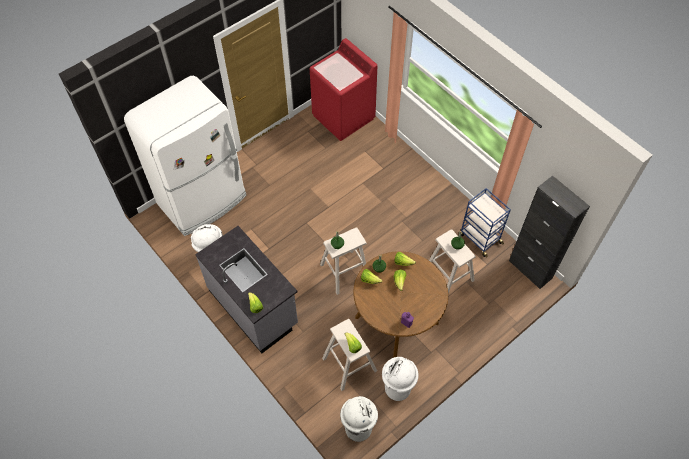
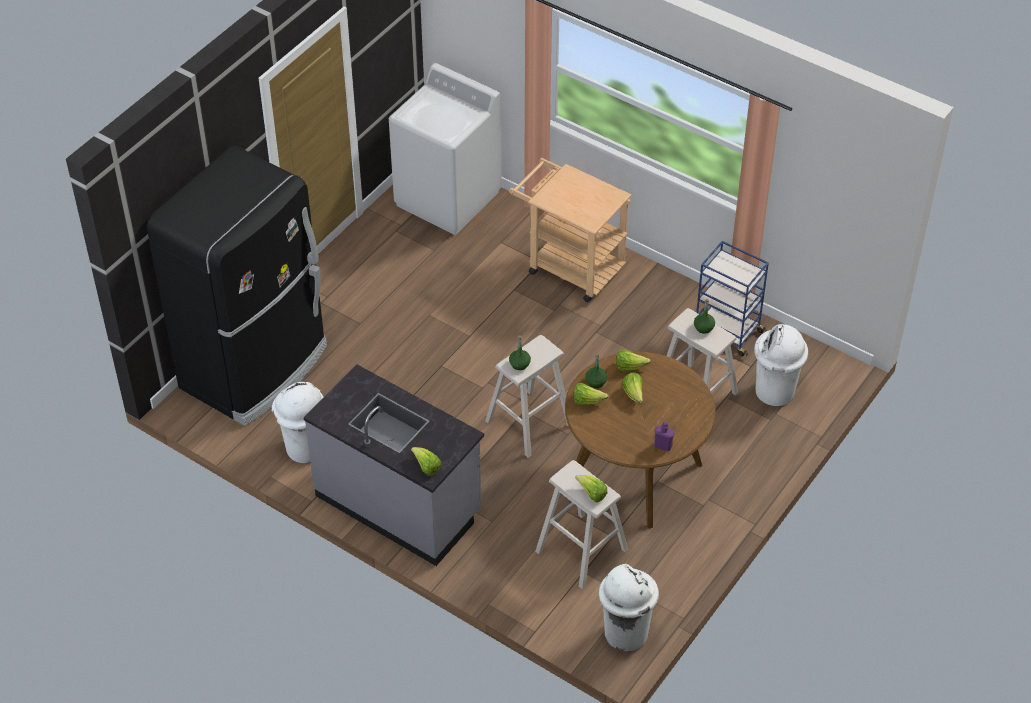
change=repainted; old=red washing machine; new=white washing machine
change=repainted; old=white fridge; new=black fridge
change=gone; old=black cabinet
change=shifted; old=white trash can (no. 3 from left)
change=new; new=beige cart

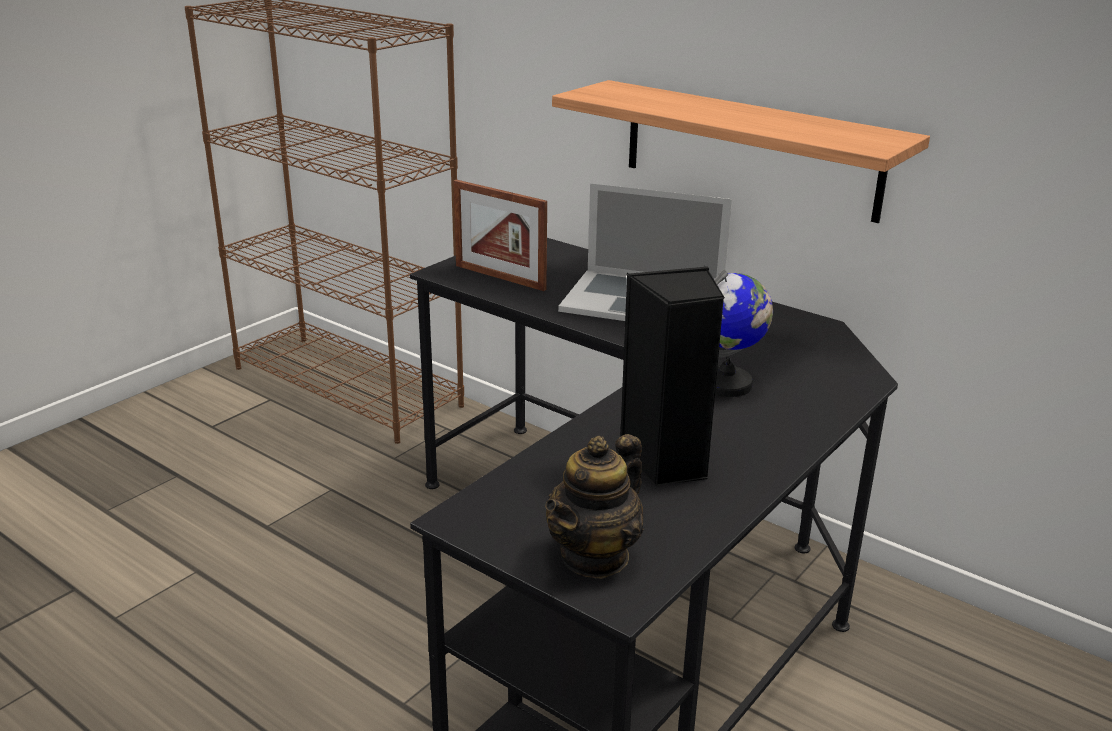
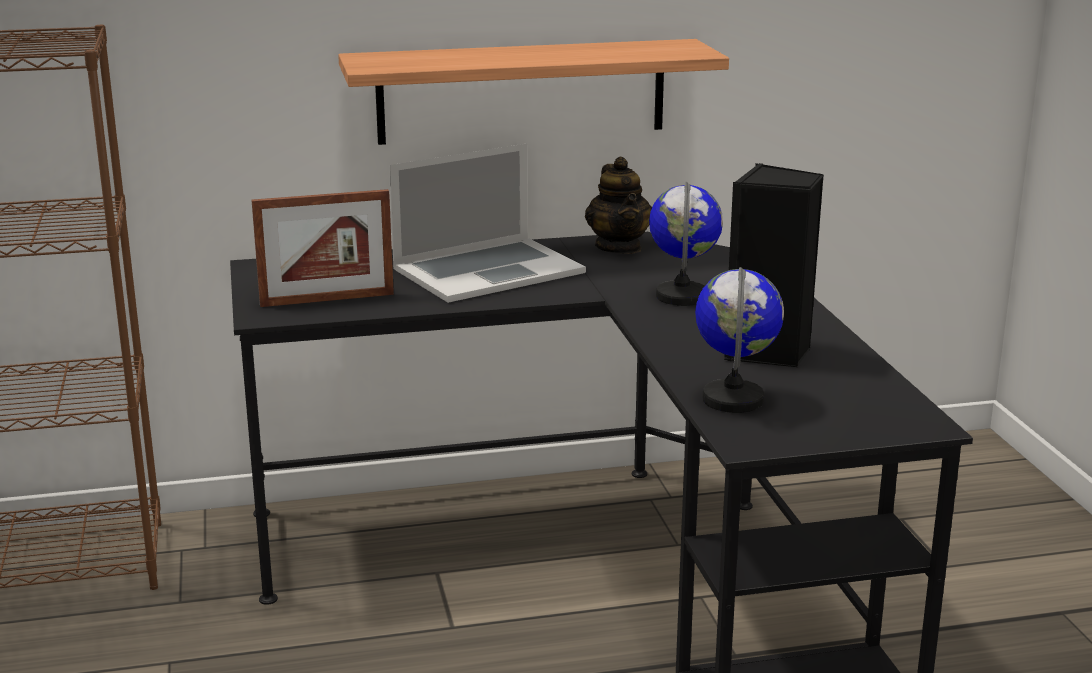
change=shifted; old=teapot
change=new; new=globe (no. 2 from left)

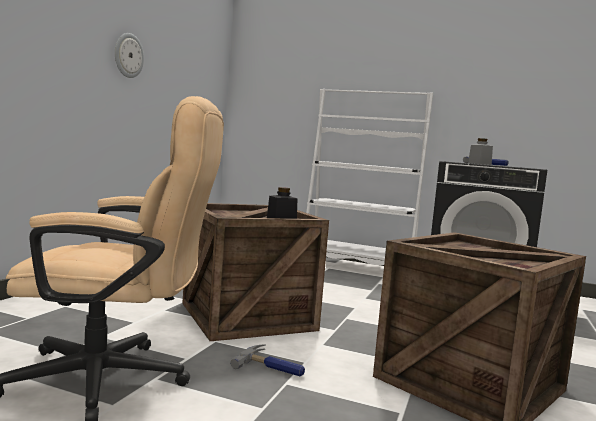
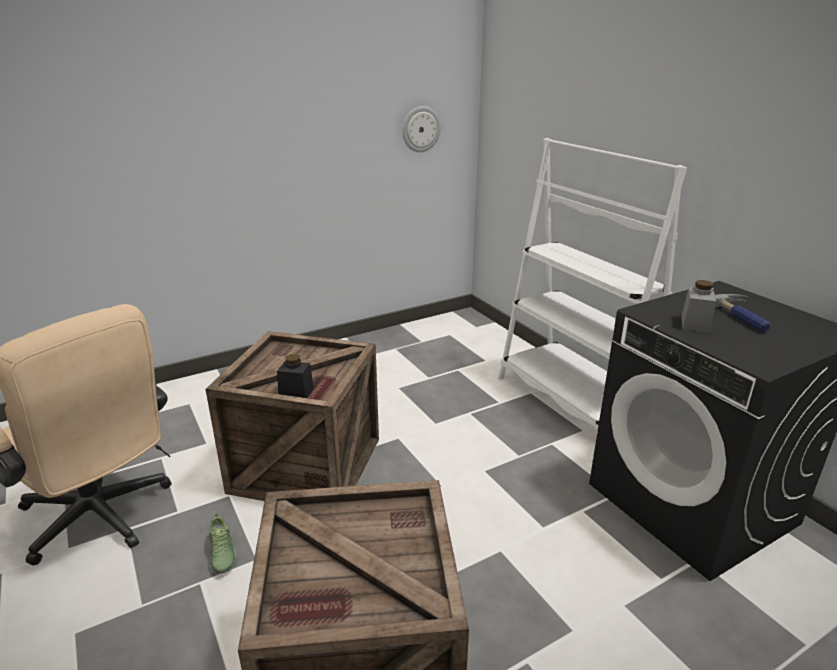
change=shifted; old=wall clock
change=swapped; old=hammer (no. 1 from left); new=shoe

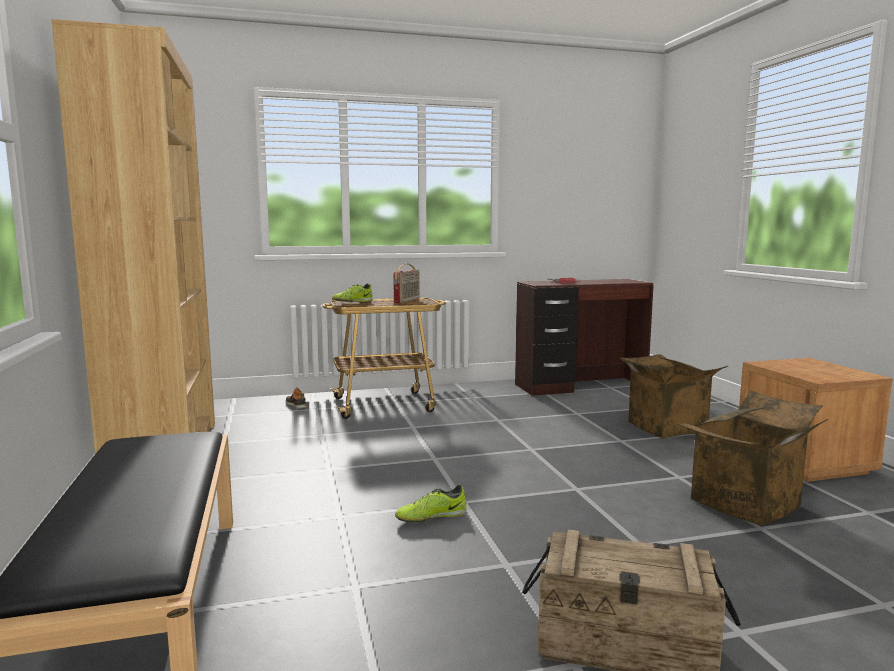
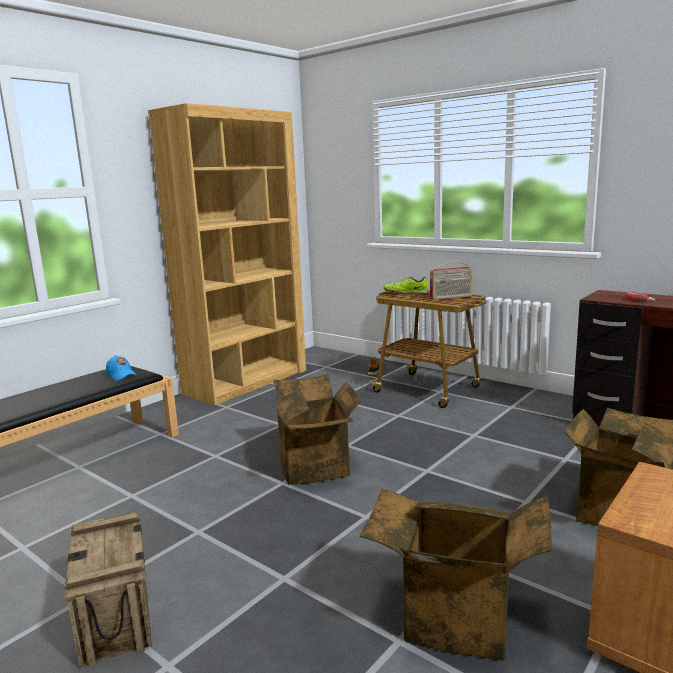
change=gone; old=shoe (no. 3 from left)
change=new; new=blue cap
change=new; new=cardboard box (no. 1 from left)

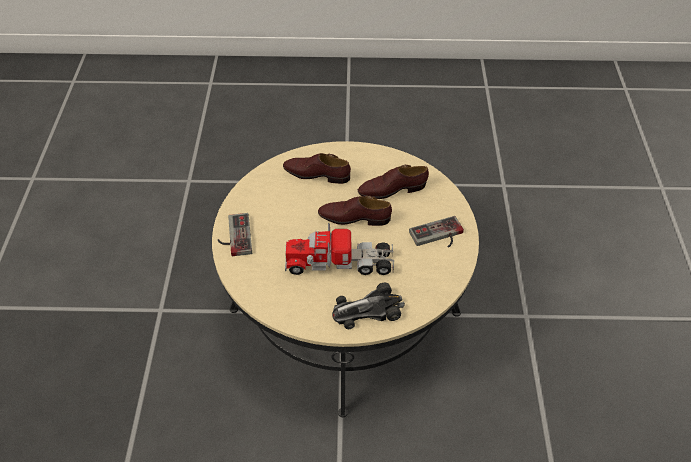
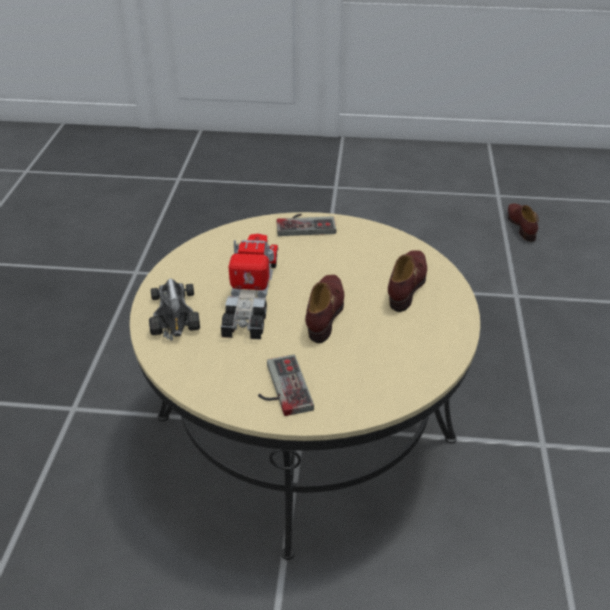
change=shifted; old=brown shoe (no. 3 from left)

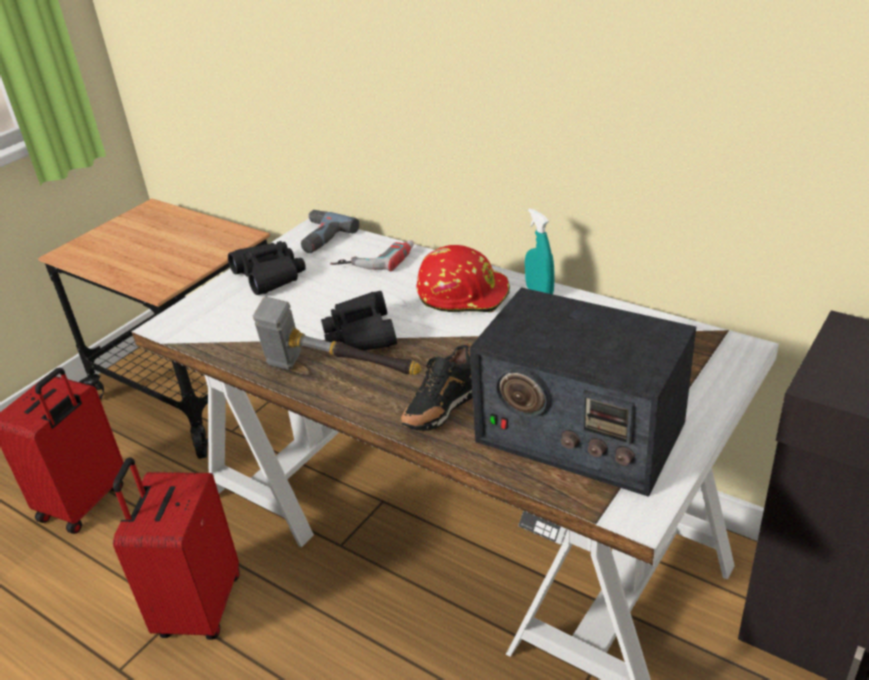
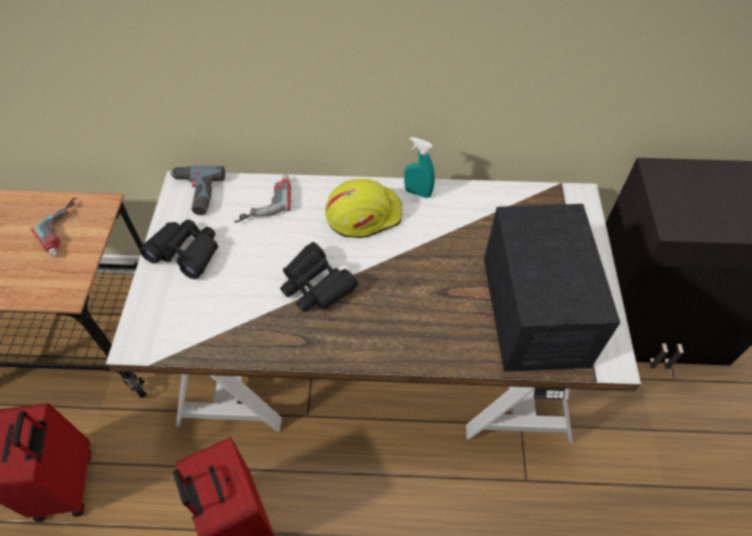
change=repainted; old=red hard hat; new=yellow hard hat
change=rotated; old=radio; degrees=-90
change=gone; old=hammer
change=gone; old=black shoe
change=new; new=power drill (no. 1 from left)

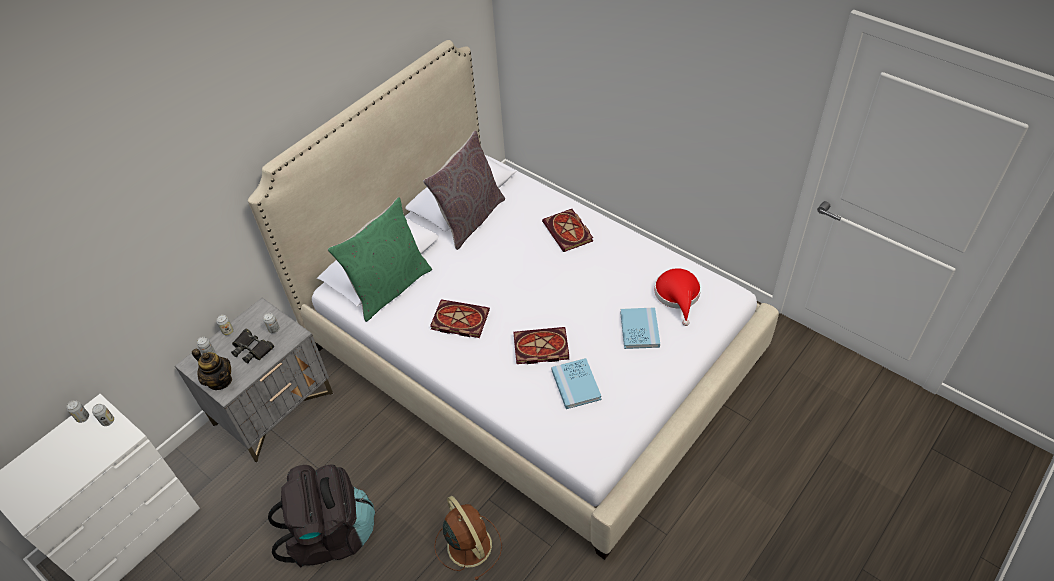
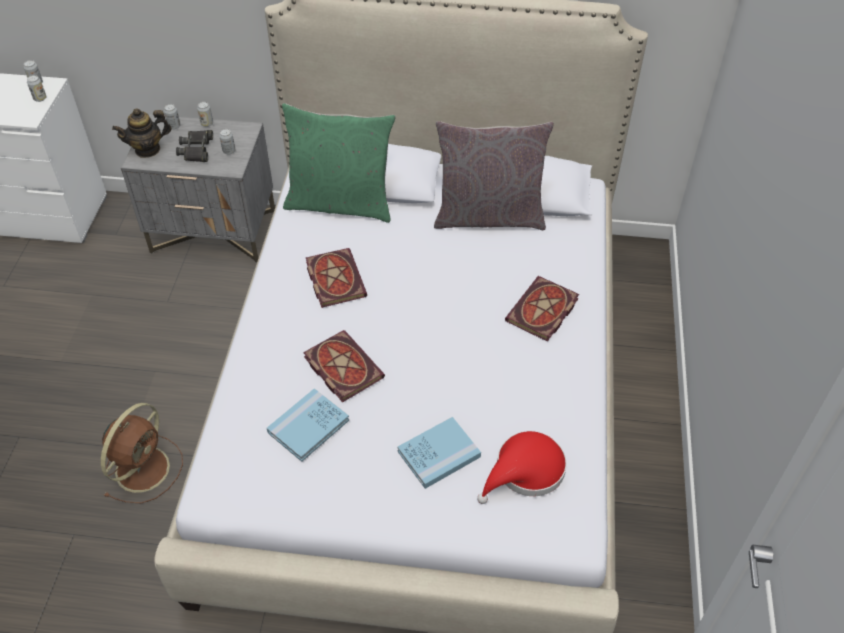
change=rotated; old=teapot; degrees=60
change=gone; old=black backpack

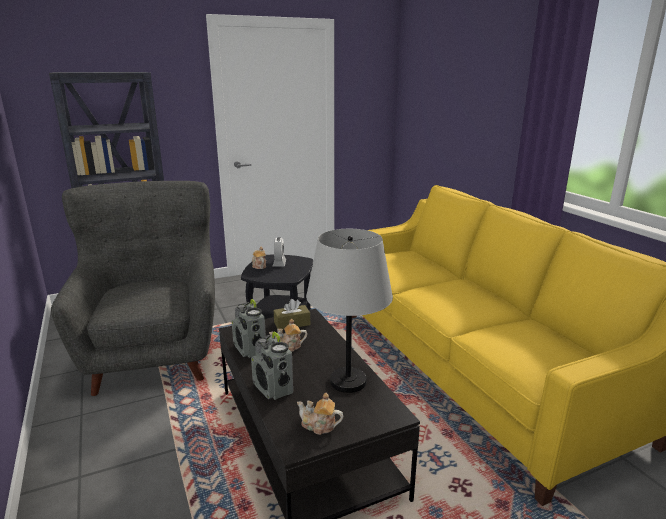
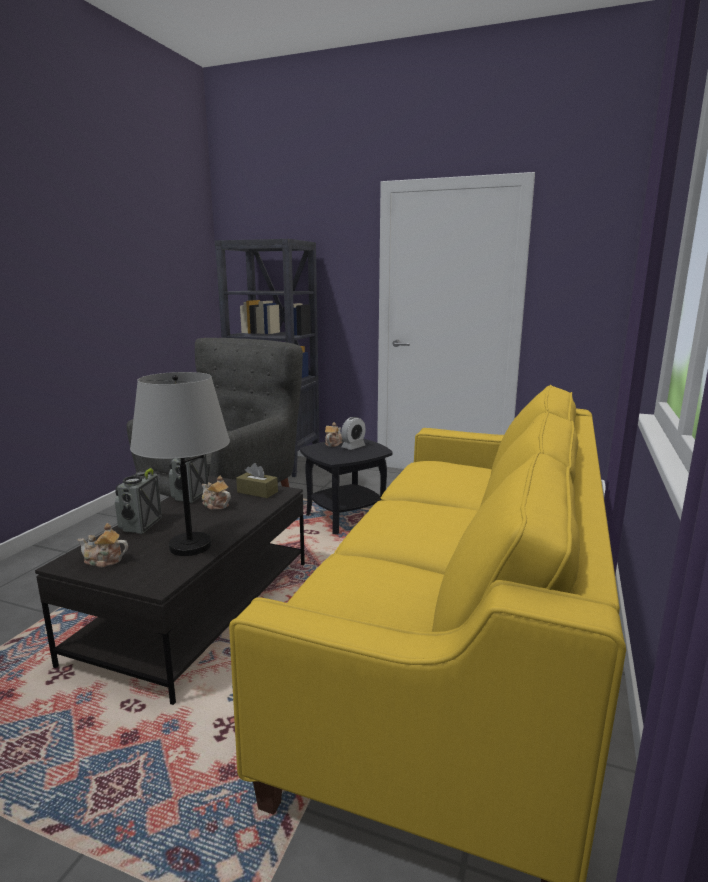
change=rotated; old=teapot (no. 3 from left in the first image); degrees=-60

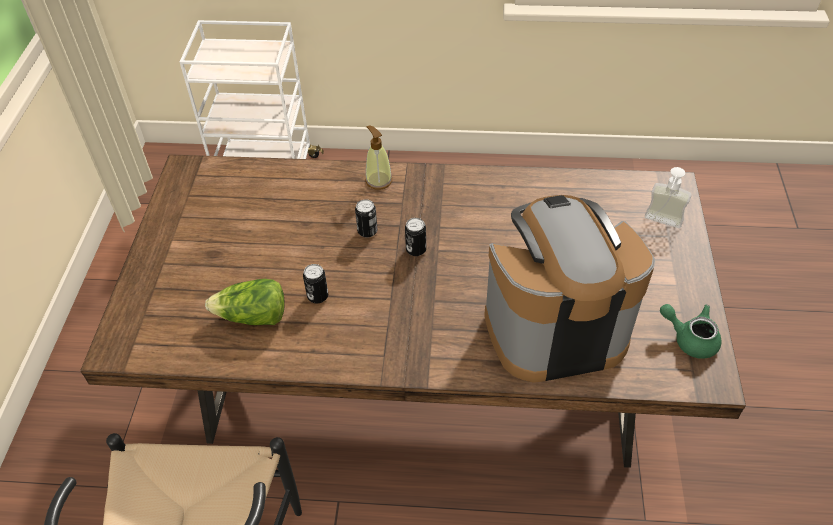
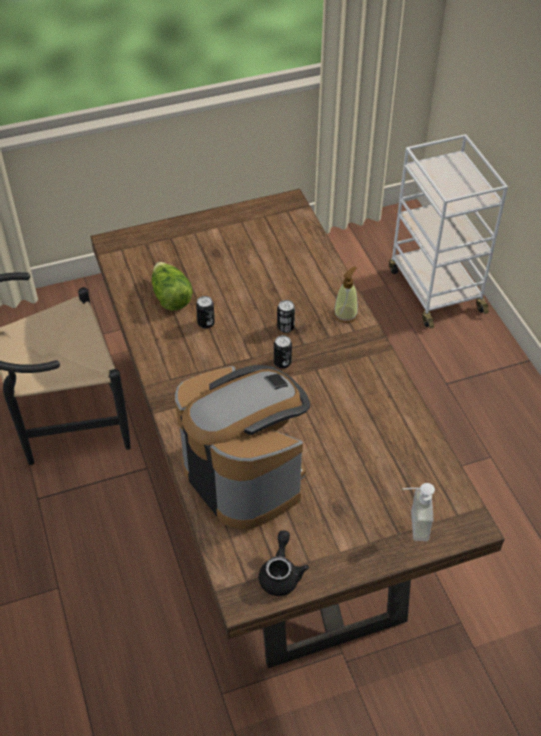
change=repainted; old=green teapot; new=black teapot

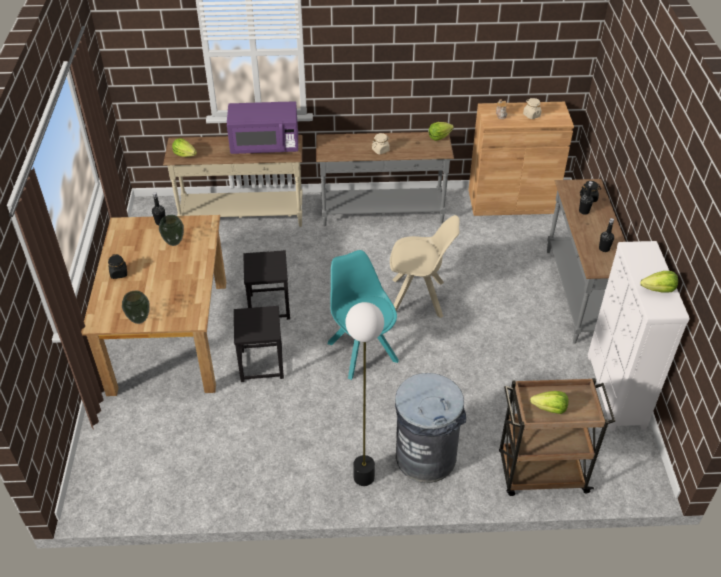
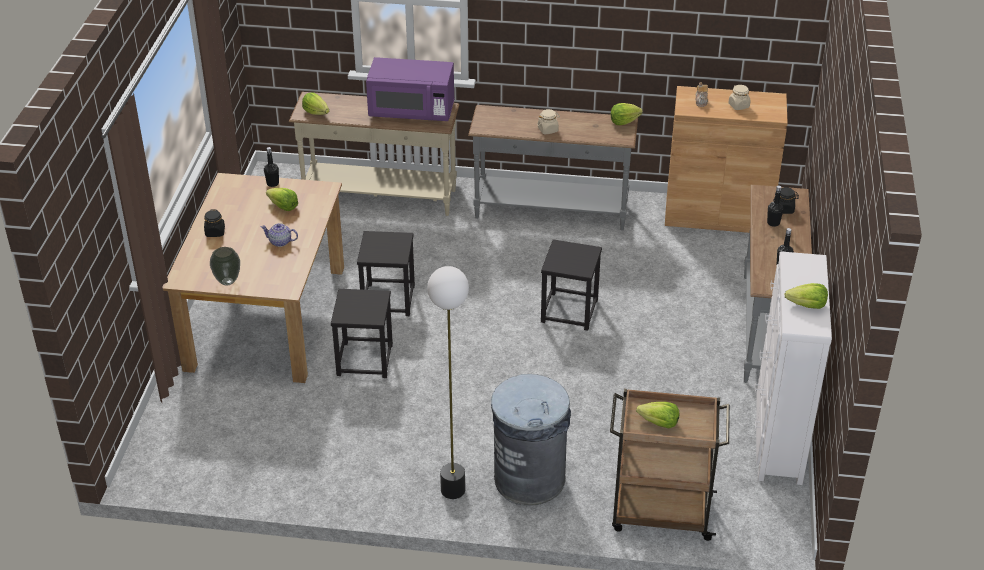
change=swapped; old=vase (no. 2 from left); new=lettuce (no. 1 from left)
change=swapped; old=beige chair; new=black stool (no. 3 from left)
change=gone; old=turquoise chair
change=new; new=teapot (no. 1 from left)

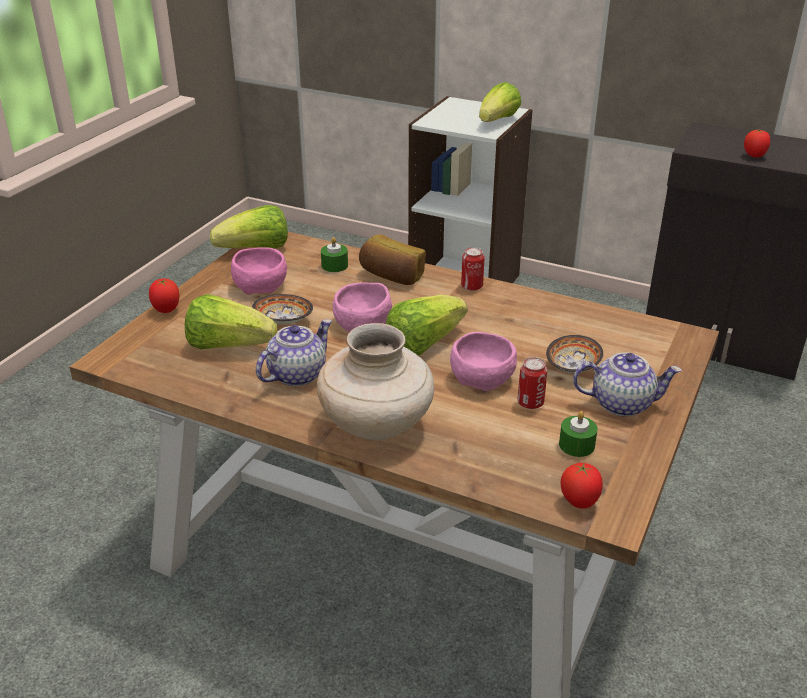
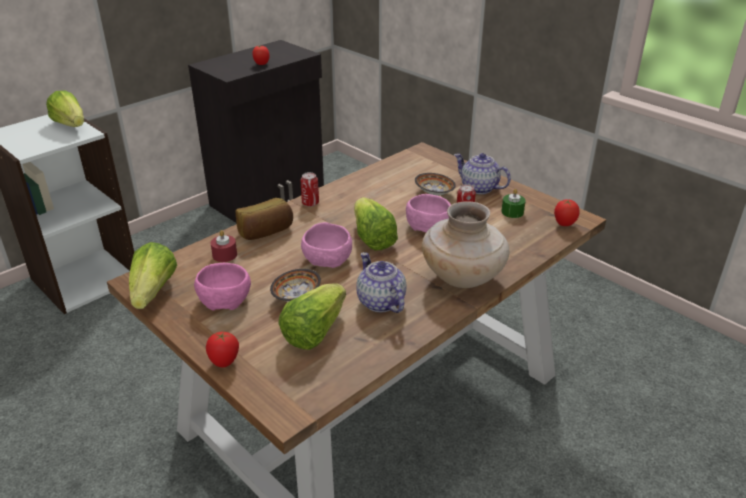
change=repainted; old=green candle (no. 1 from left); new=red candle
change=rotated; old=teapot (no. 2 from left); degrees=-75

